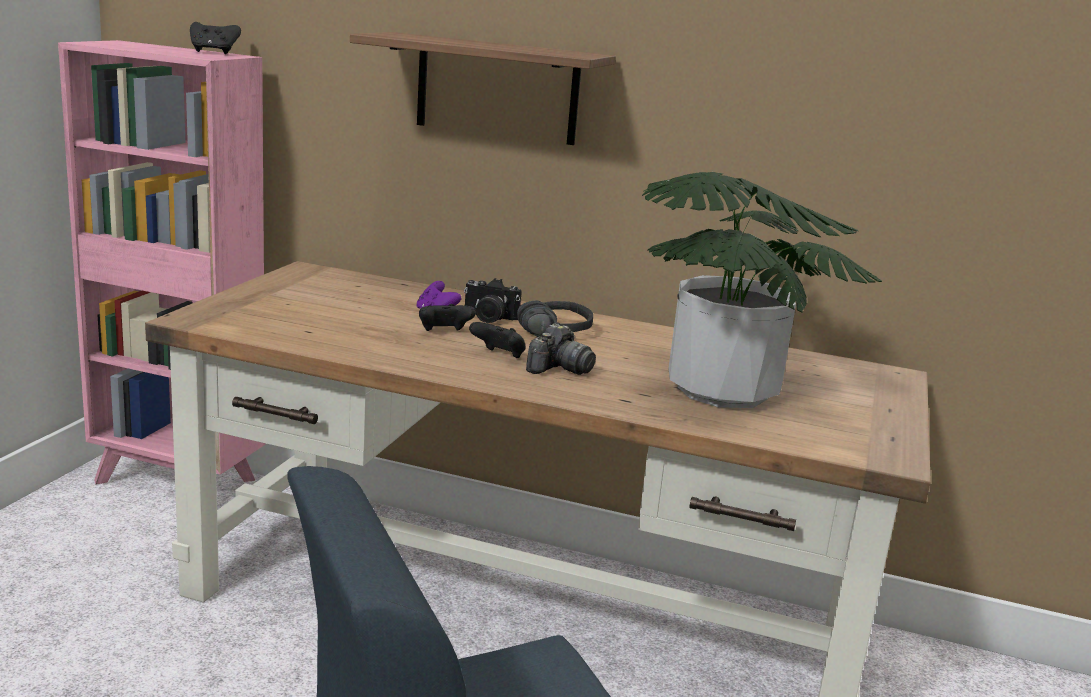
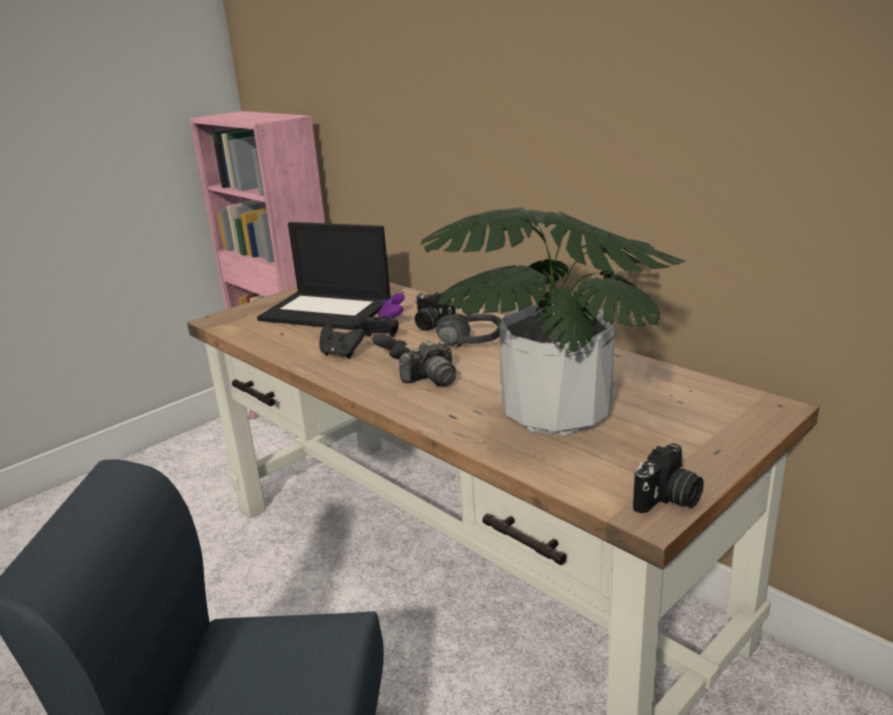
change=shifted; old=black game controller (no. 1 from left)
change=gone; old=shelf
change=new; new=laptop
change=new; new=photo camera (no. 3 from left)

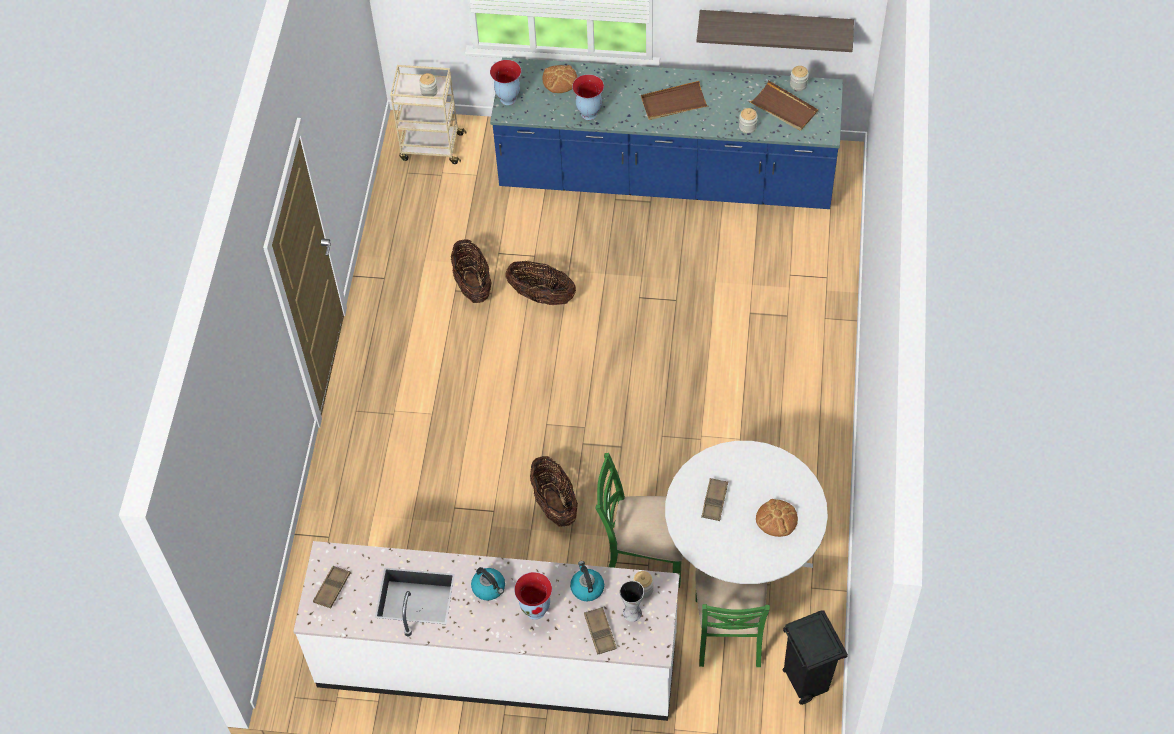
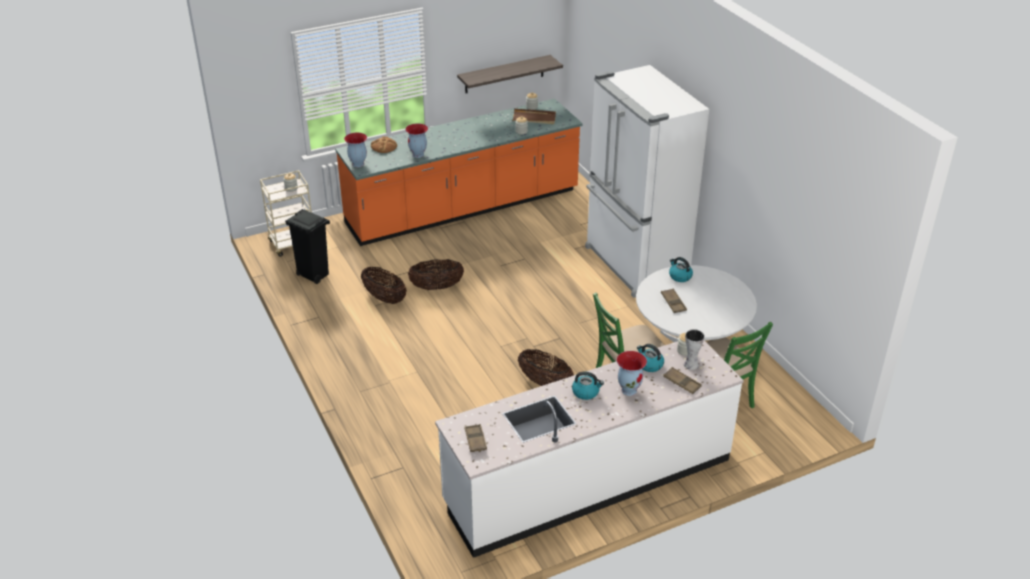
change=repainted; old=blue counter; new=orange counter
change=gone; old=brown tray (no. 3 from left)
change=gone; old=bread (no. 2 from left)
change=shifted; old=black trash can
change=new; new=white fridge
change=new; new=kettle (no. 3 from left)

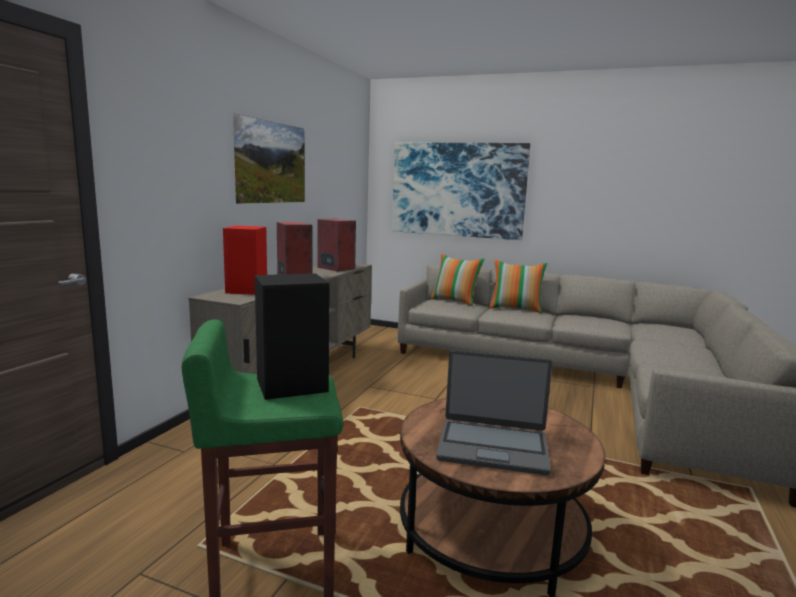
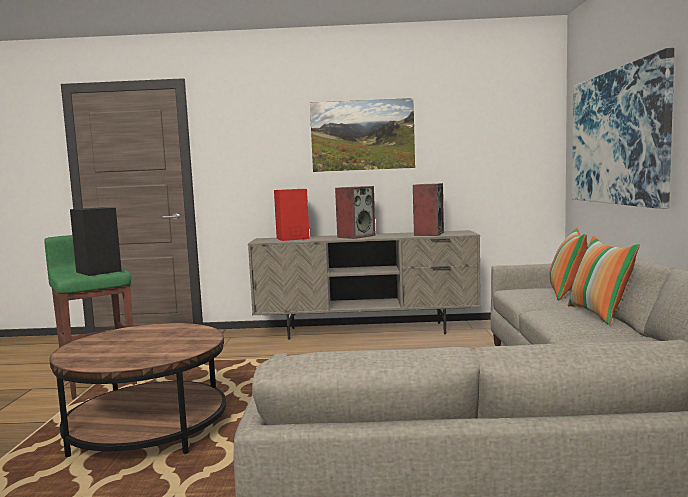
change=gone; old=laptop

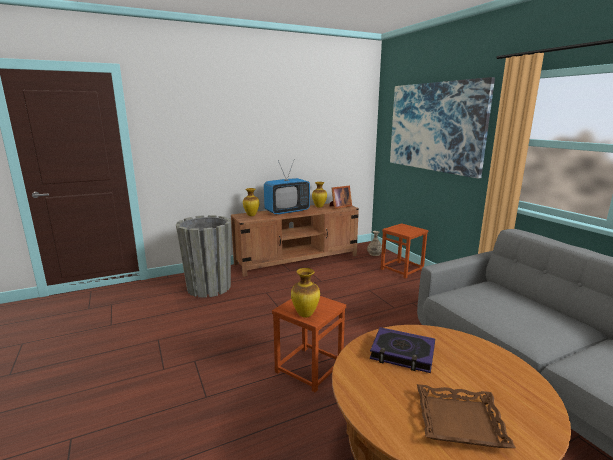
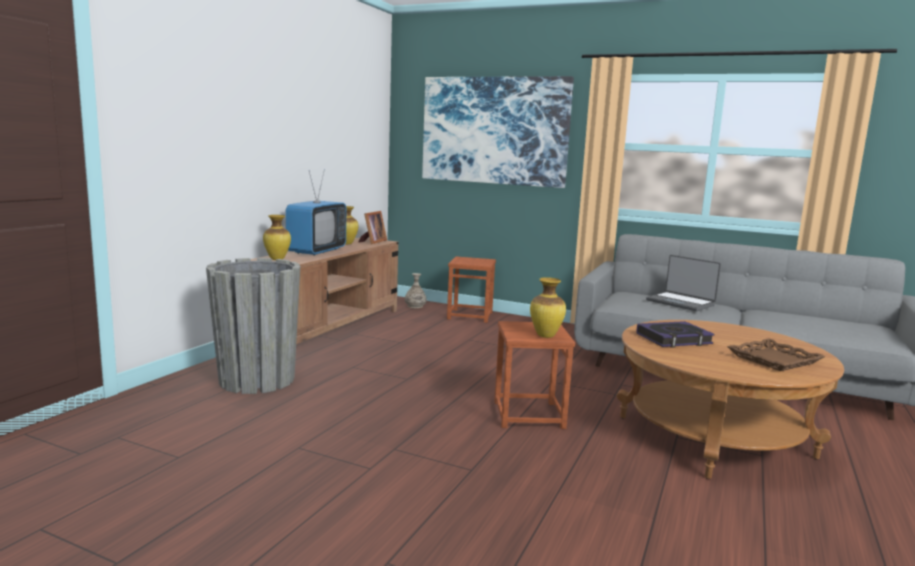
change=new; new=laptop

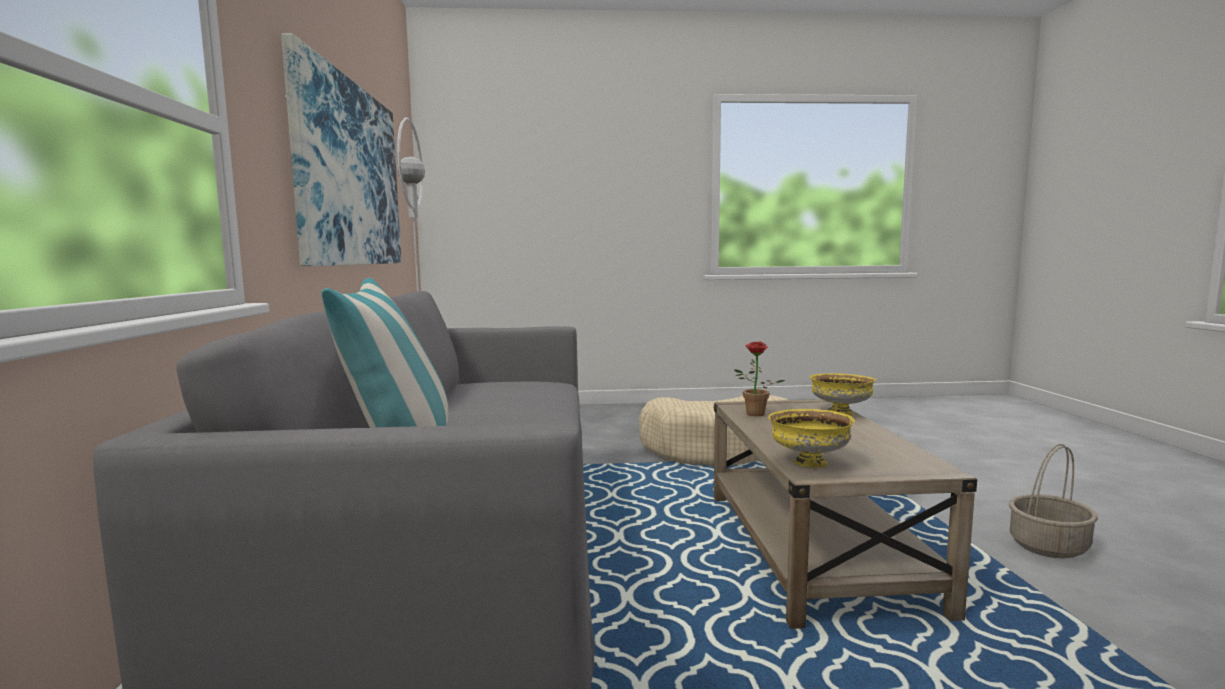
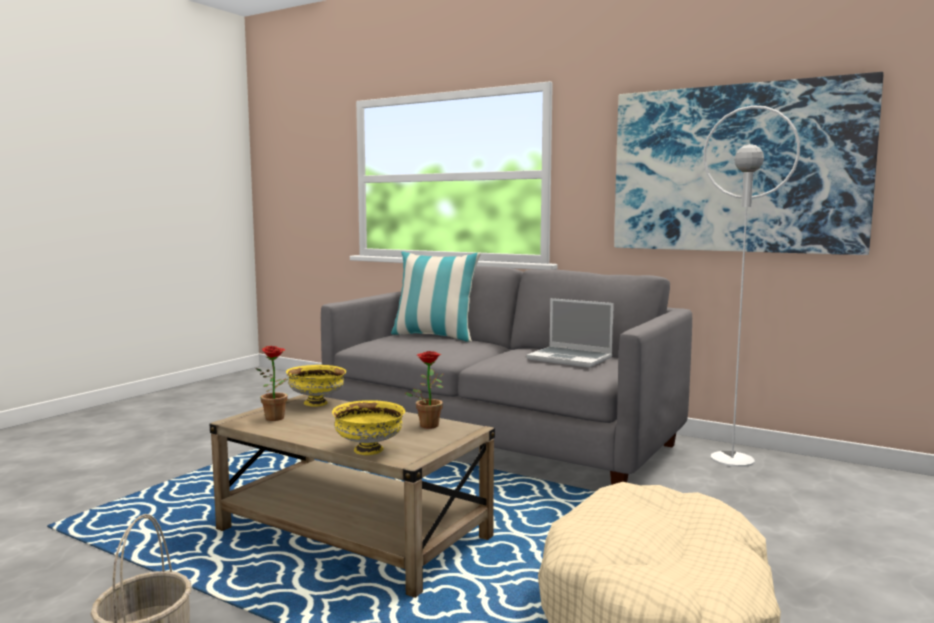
change=new; new=laptop
change=new; new=potted plant (no. 1 from left)

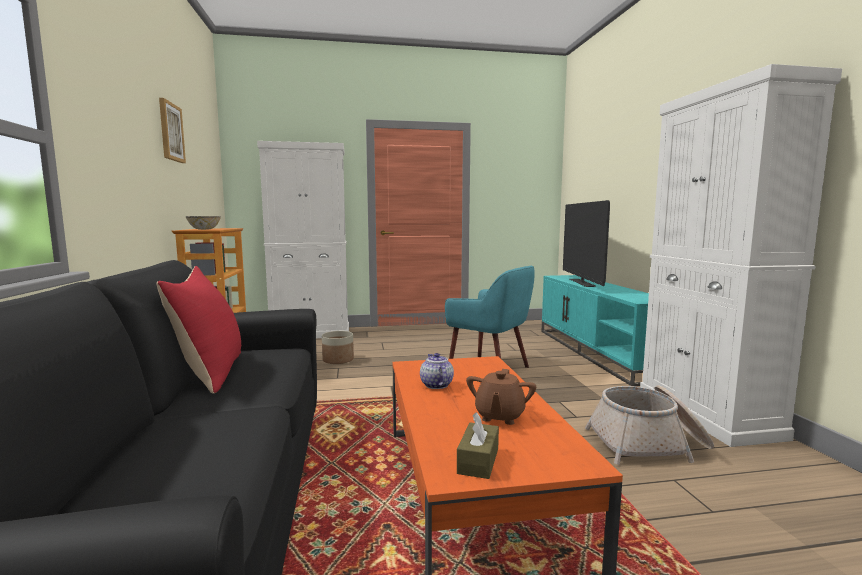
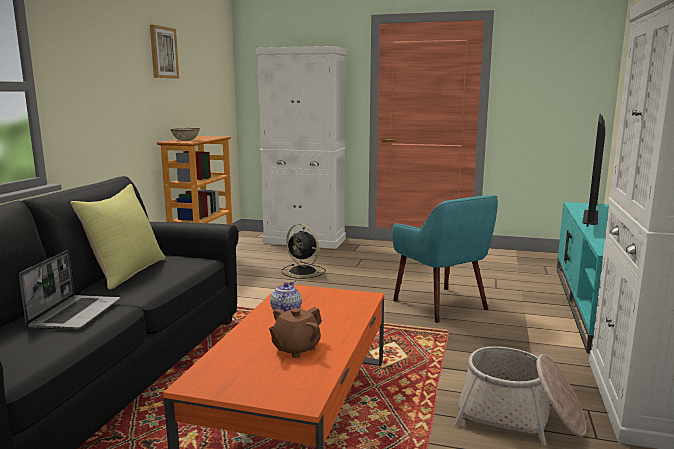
change=repainted; old=red pillow; new=yellow pillow
change=swapped; old=planter; new=black fan
change=gone; old=brown tissue box
change=new; new=laptop

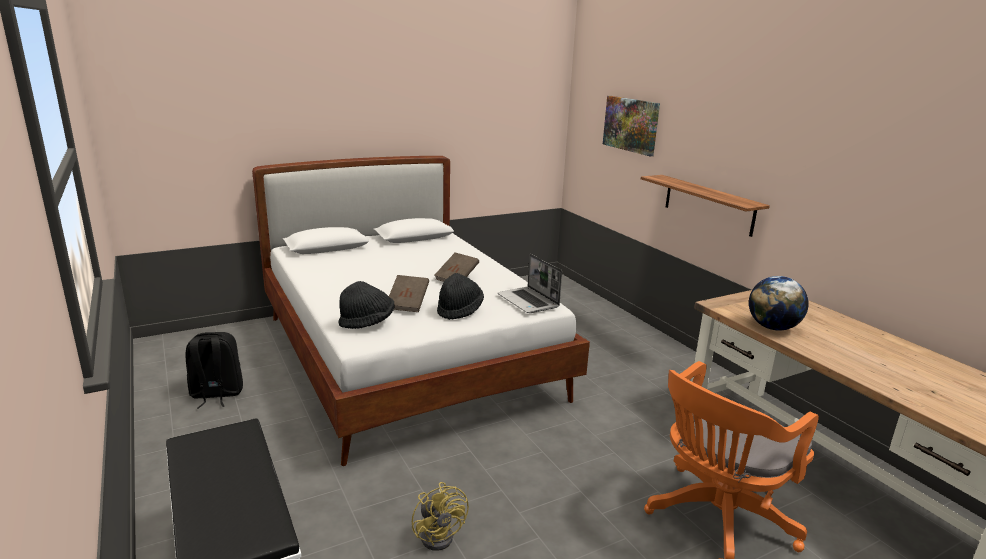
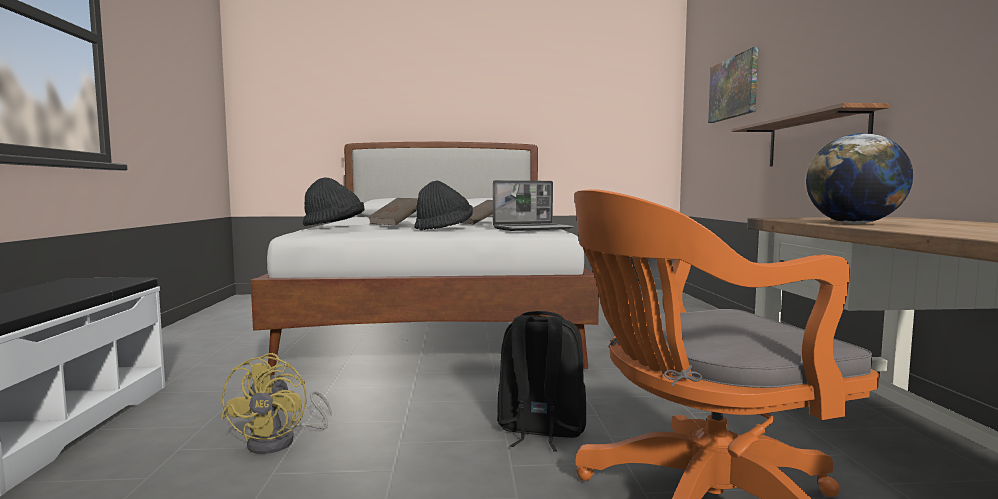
change=rotated; old=laptop; degrees=-105
change=shifted; old=black backpack

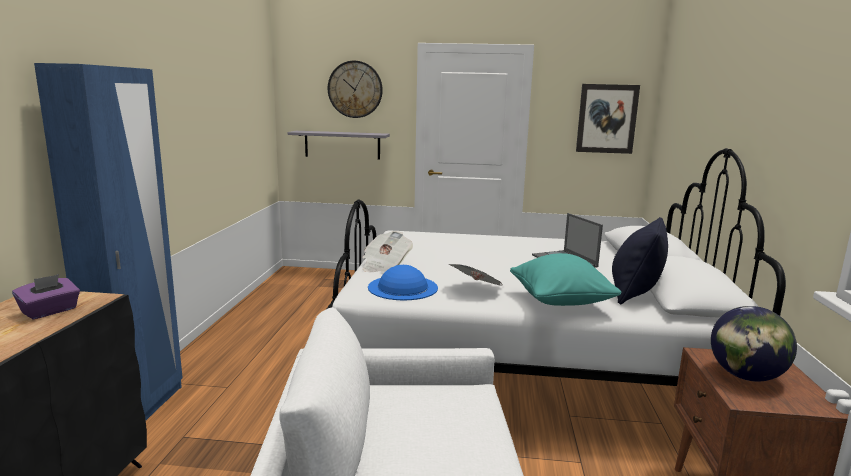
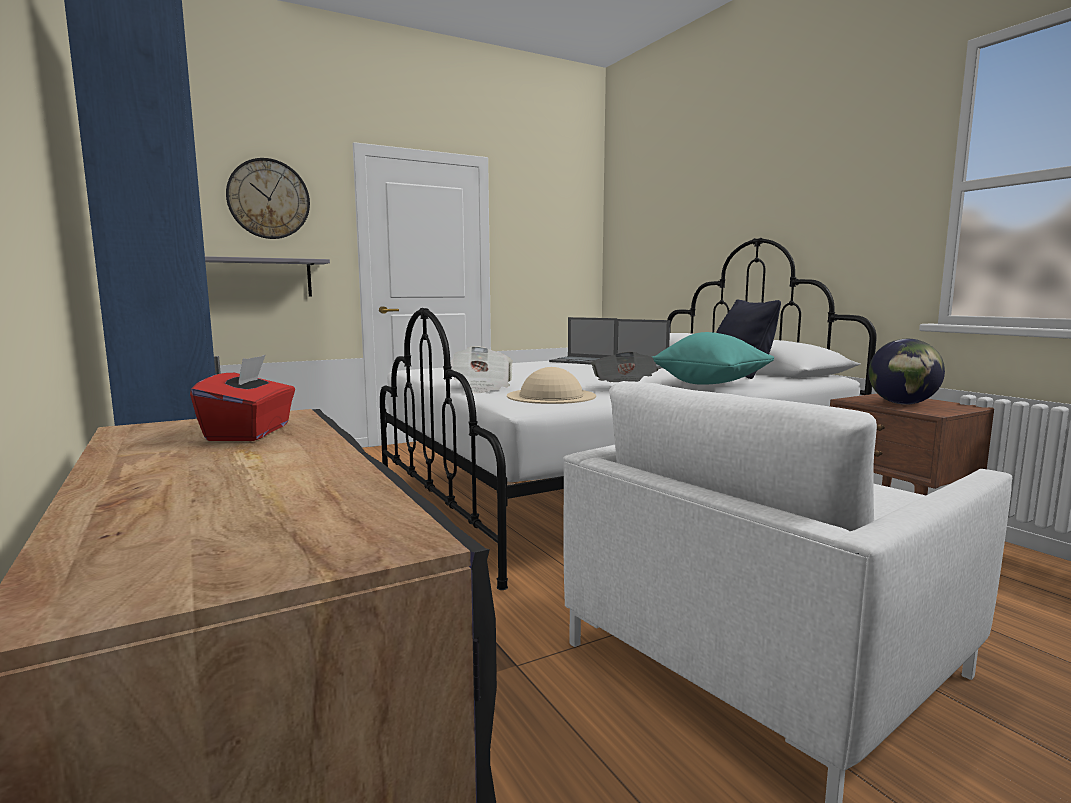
change=gone; old=picture
change=repainted; old=blue hat; new=beige hat
change=repainted; old=purple tissue box; new=red tissue box
change=new; new=laptop (no. 1 from left)

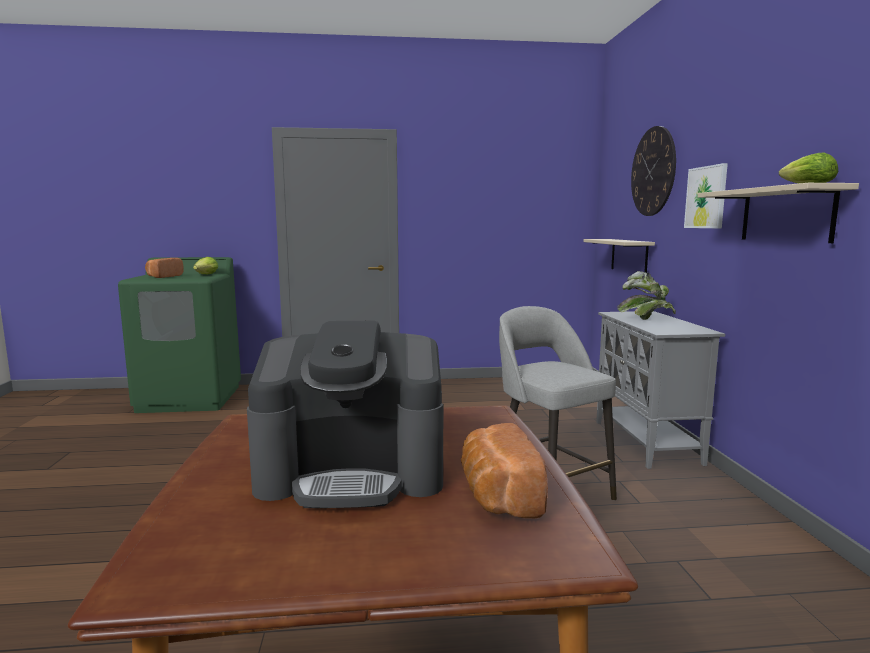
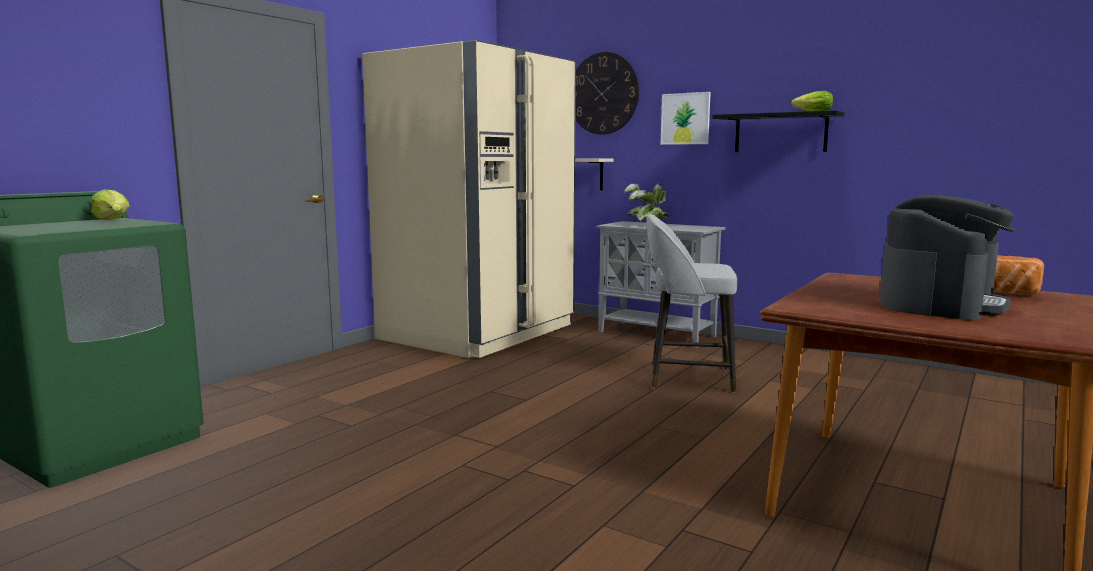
change=repainted; old=beige shelf (no. 2 from left); new=black shelf
change=gone; old=bread (no. 1 from left)
change=new; new=beige fridge

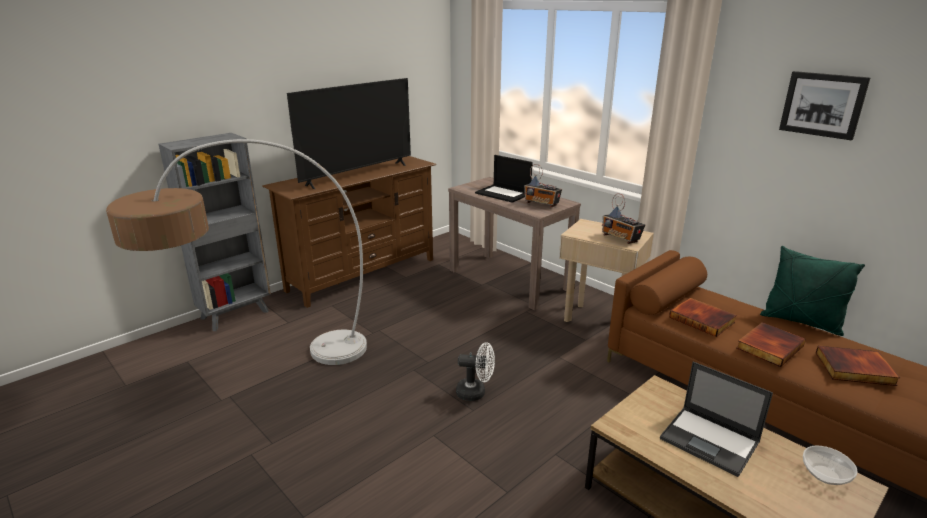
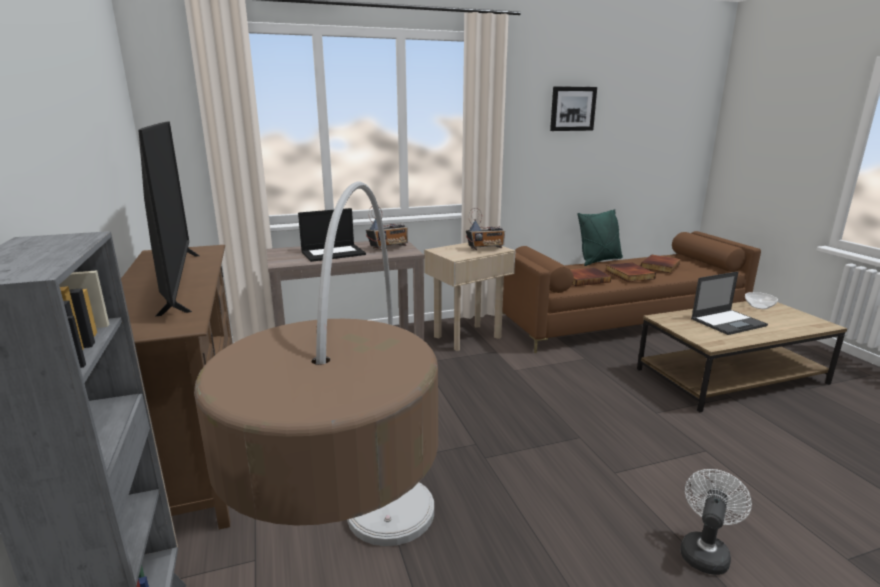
change=shifted; old=white fan

